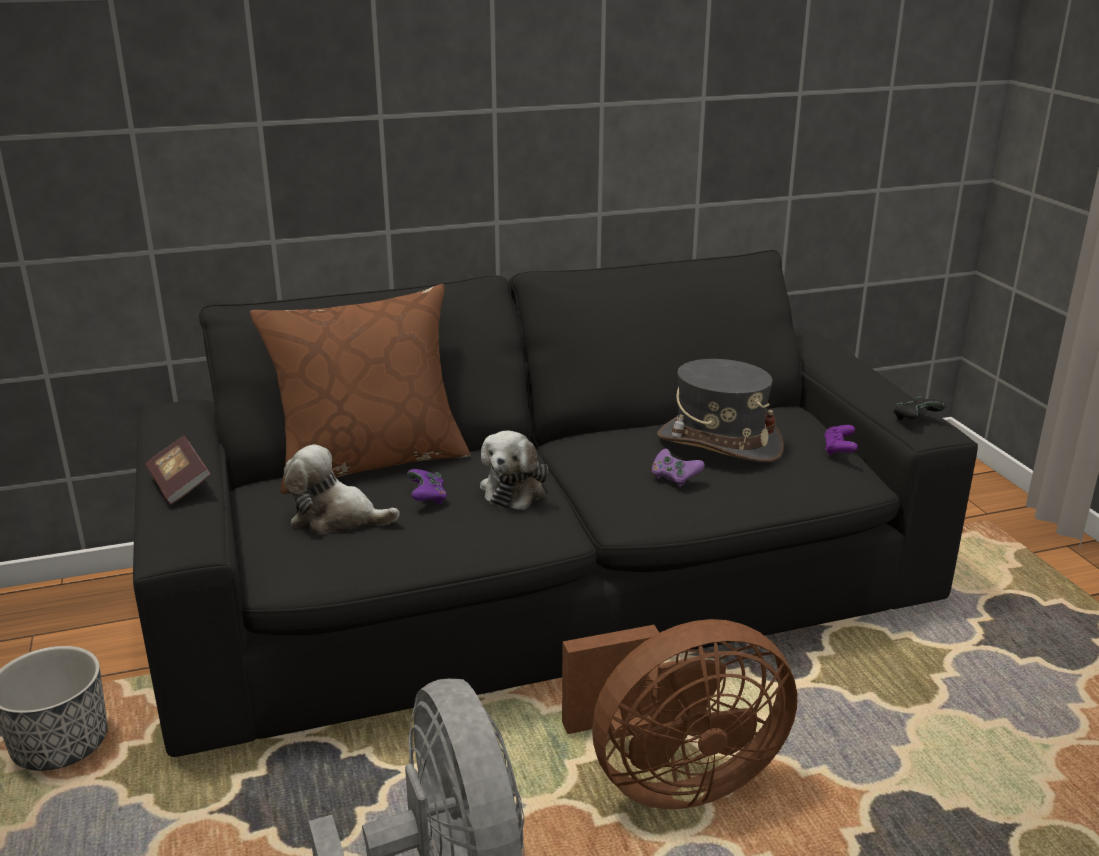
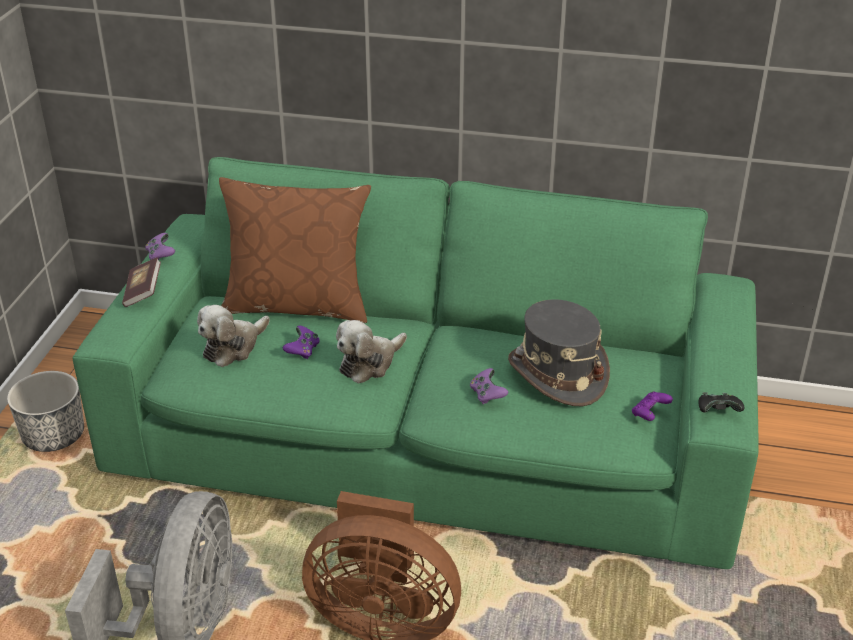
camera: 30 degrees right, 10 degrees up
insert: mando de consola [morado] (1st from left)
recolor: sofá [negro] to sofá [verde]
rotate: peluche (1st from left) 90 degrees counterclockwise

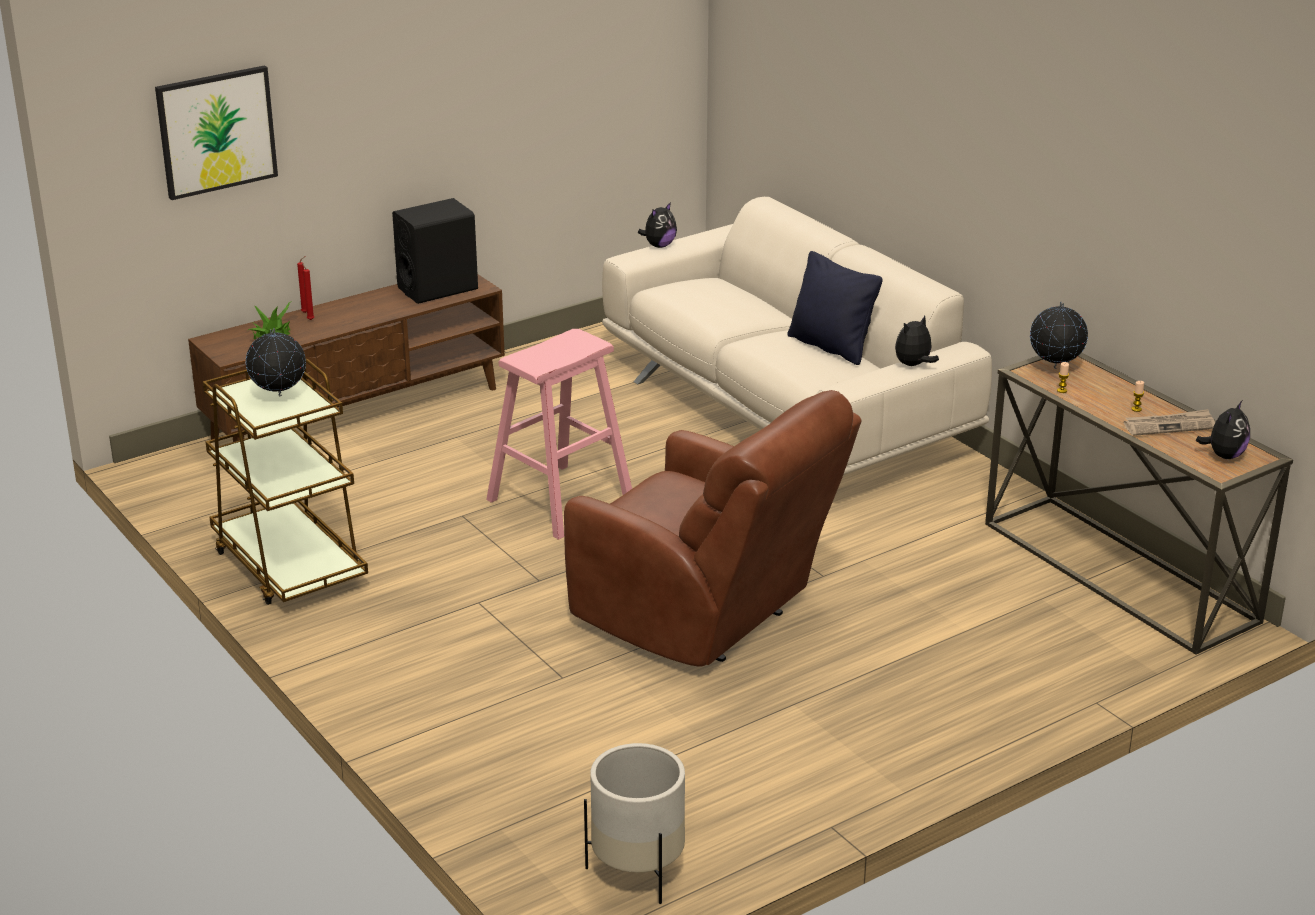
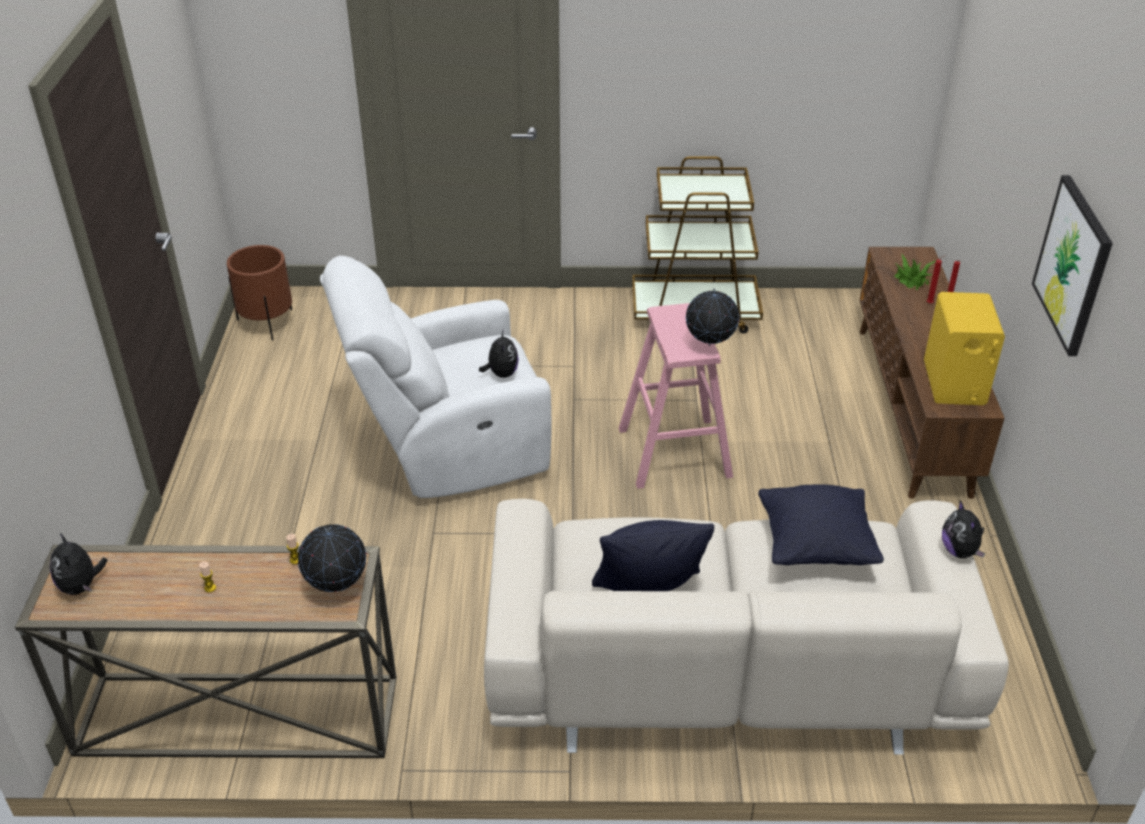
camera: 125 degrees right, 10 degrees up
delete: periódico
insert: cojín [negro] (2nd from left)
move: cuadro; globo terráqueo (1st from left in the first image) to globo terráqueo (2nd from left); peluche (2nd from left)
recolor: altavoz [negro] to altavoz [amarillo]; sillón [marrón] to sillón [blanco]; maceta [blanco] to maceta [marrón]

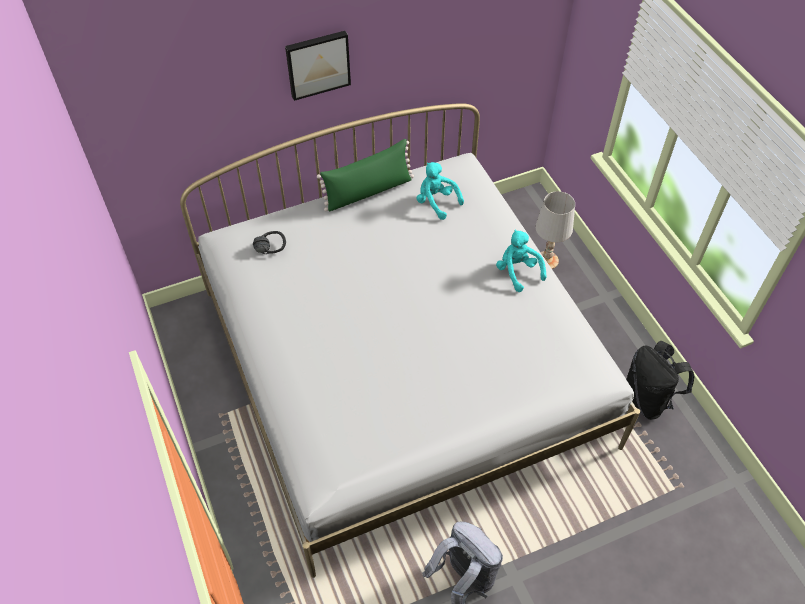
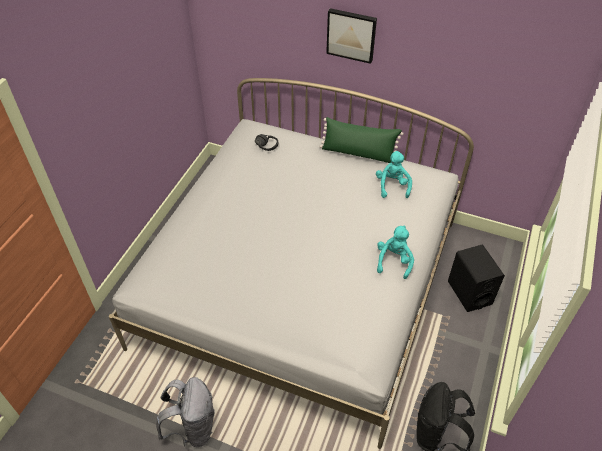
camera: 45 degrees right, 5 degrees down
replace: lámpara de mesa [blanco] to altavoz [negro]

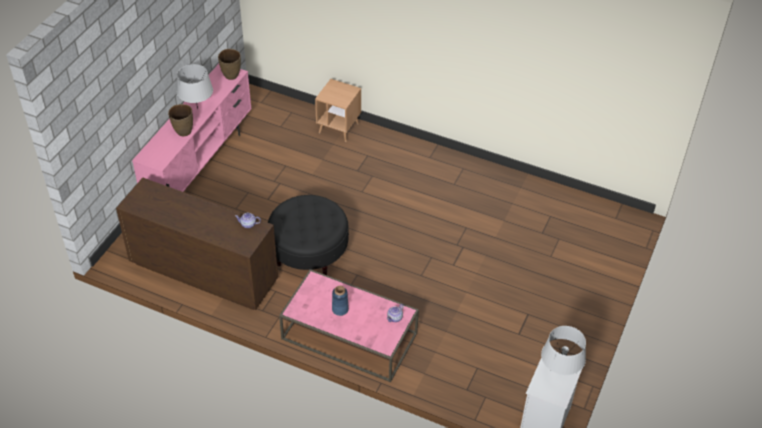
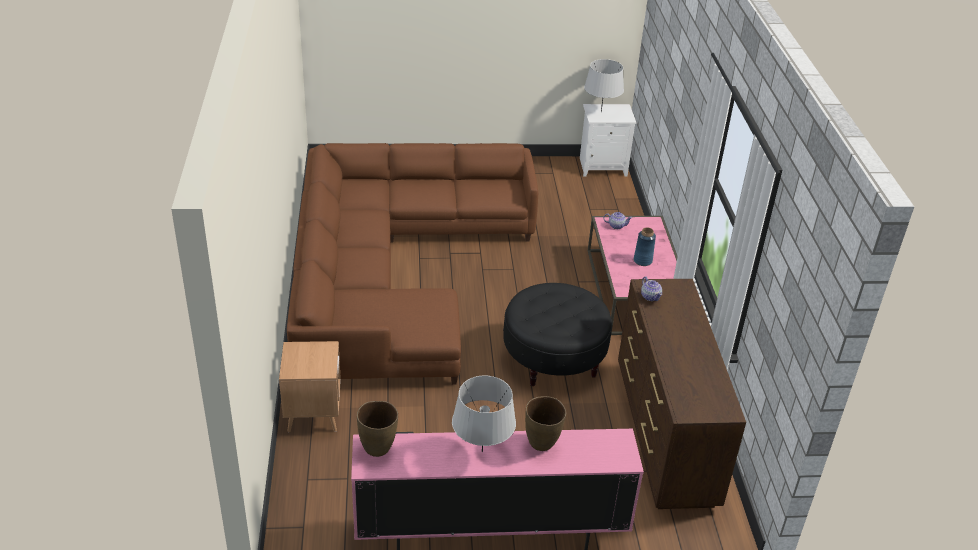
camera: 120 degrees left, 10 degrees down
insert: sofá [marrón]

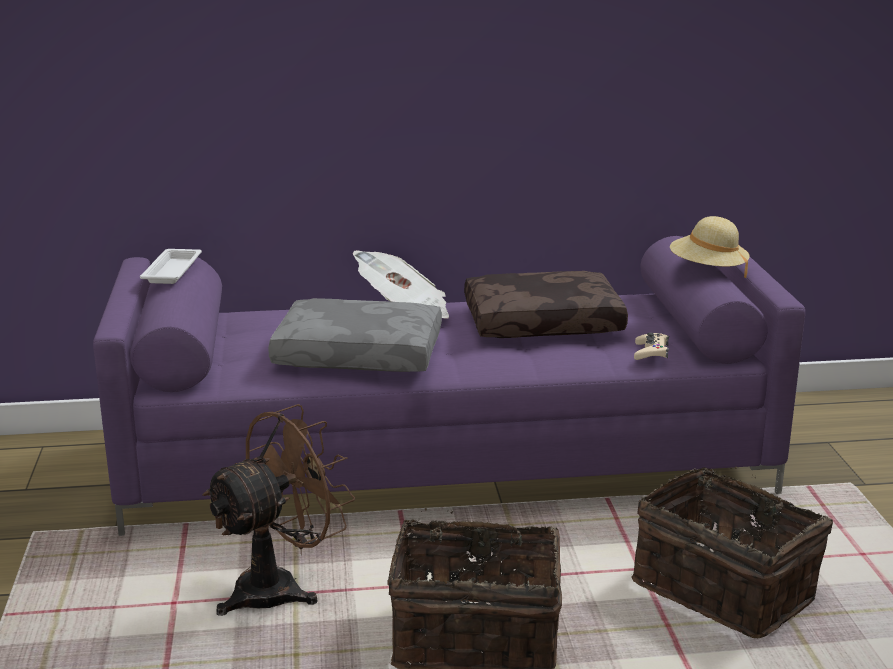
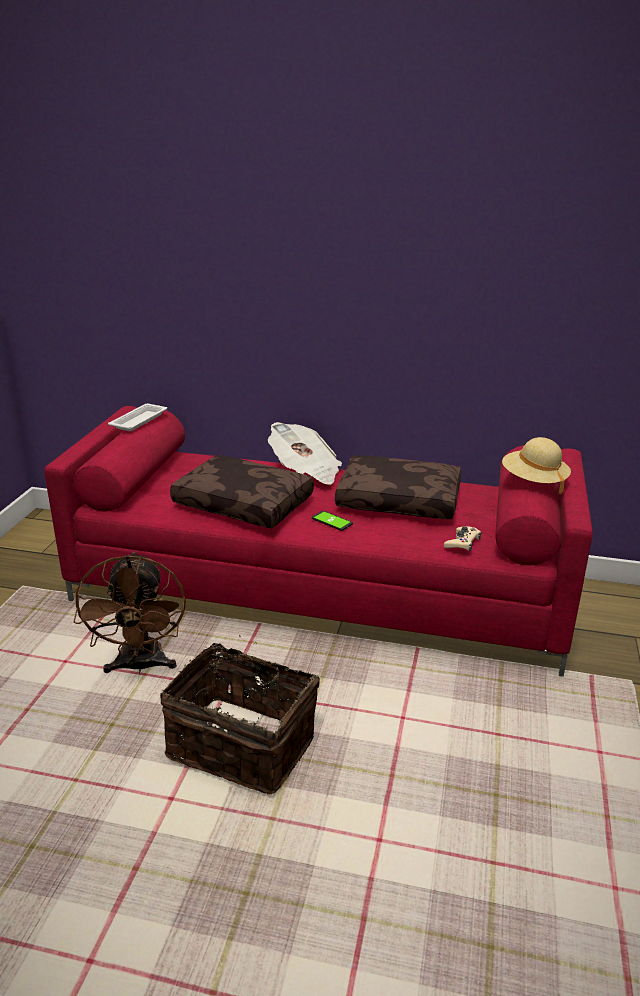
camera: 20 degrees right, 5 degrees up
delete: cesta (2nd from left)
insert: móvil
recolor: sofá [morado] to sofá [rojo]; cojín [gris] to cojín [marrón] (1st from left)
rotate: ventilador [marrón] 105 degrees clockwise

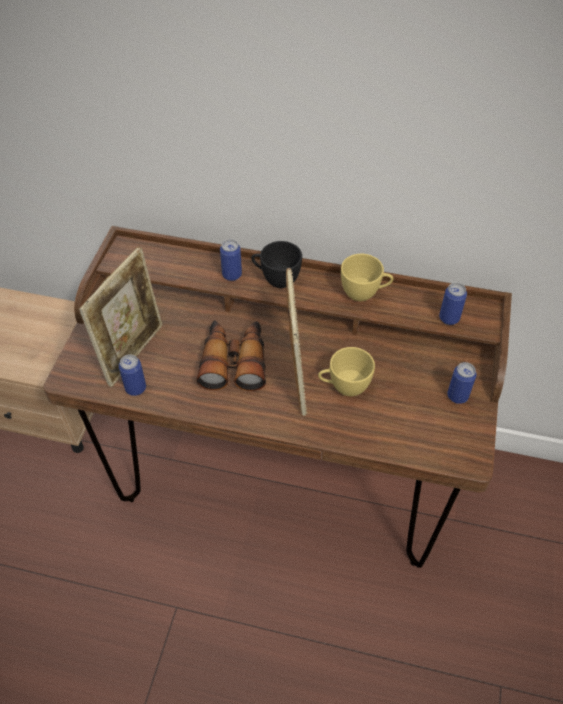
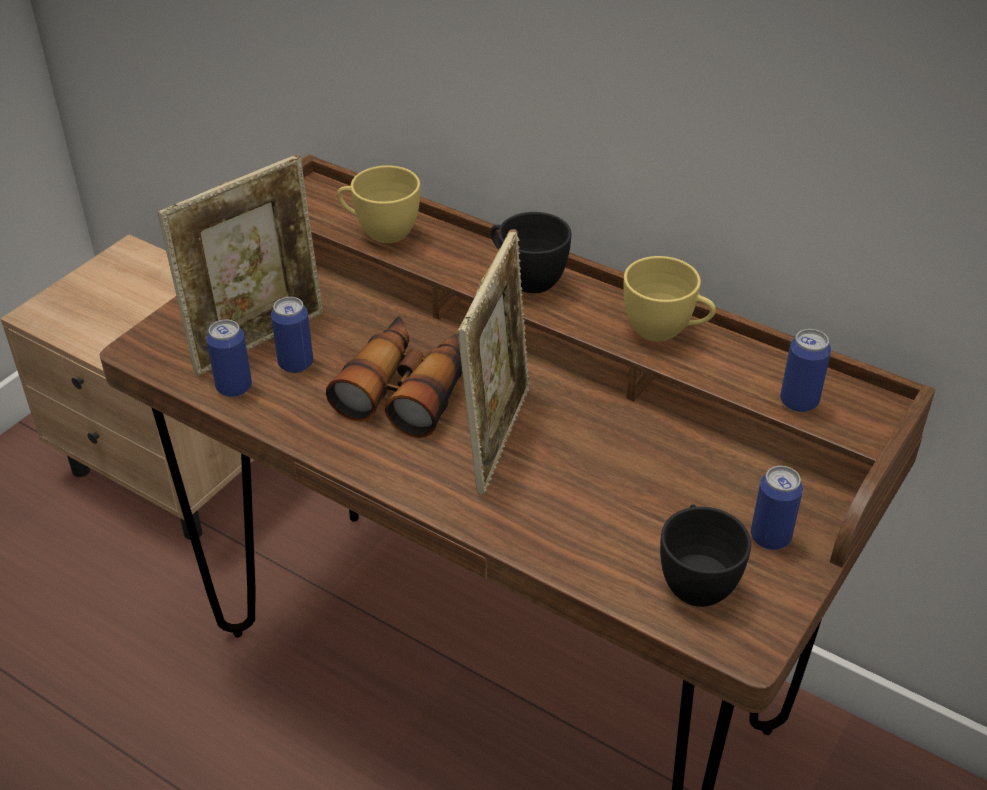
camera: 20 degrees right, 10 degrees down
insert: taza [negro] (2nd from left)
move: lata (2nd from left); taza [amarillo] (1st from left)

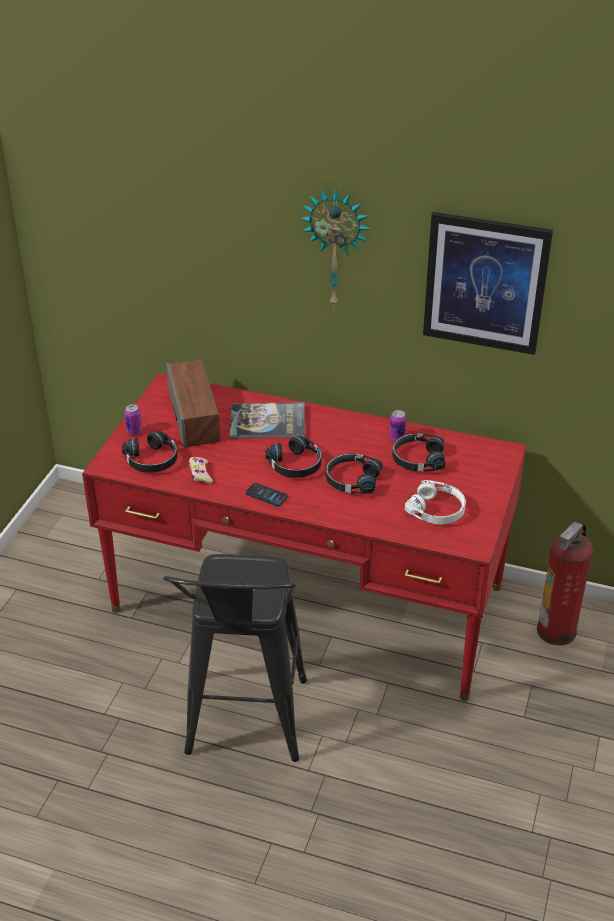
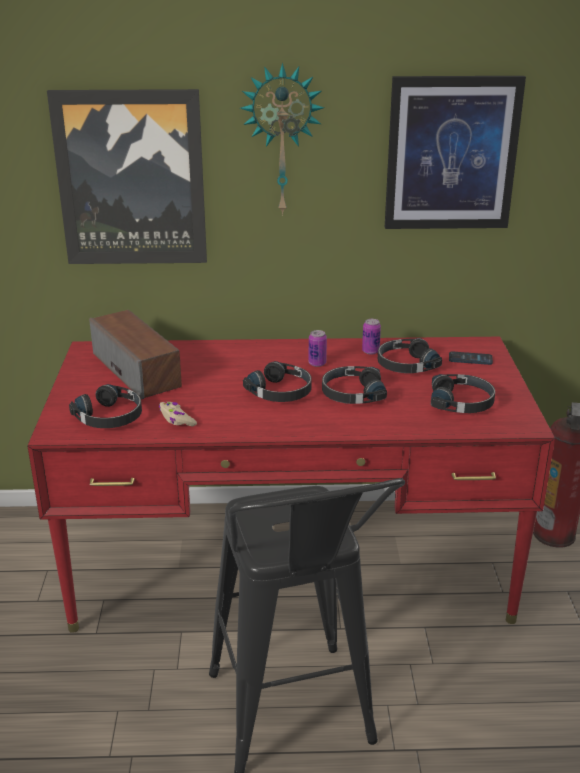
camera: 20 degrees left, 10 degrees down
delete: libro
insert: cuadro (1st from left)
move: lata (1st from left); móvil
recolor: auriculares [blanco] to auriculares [negro] (5th from left)

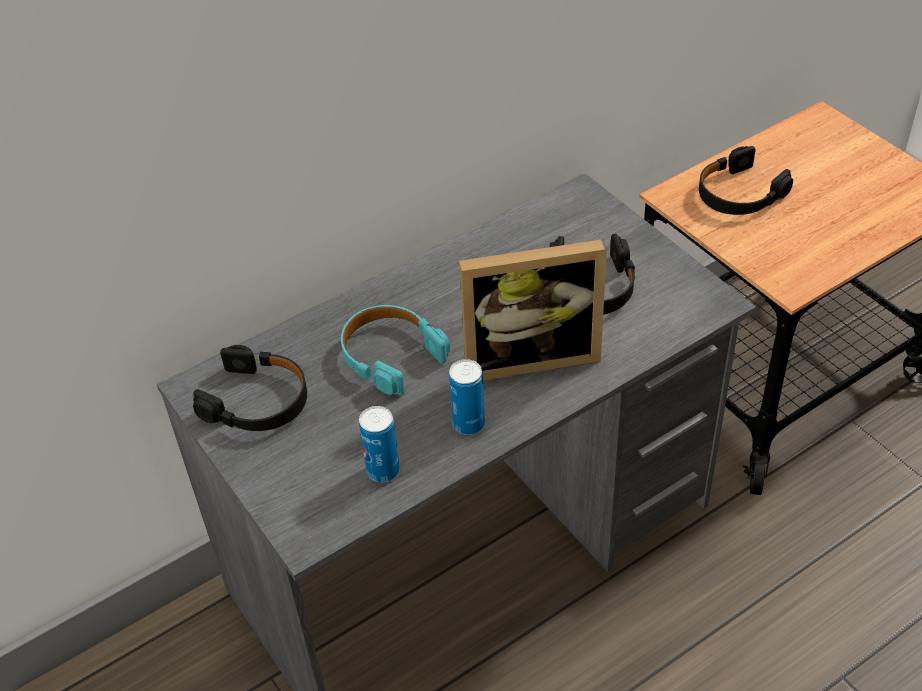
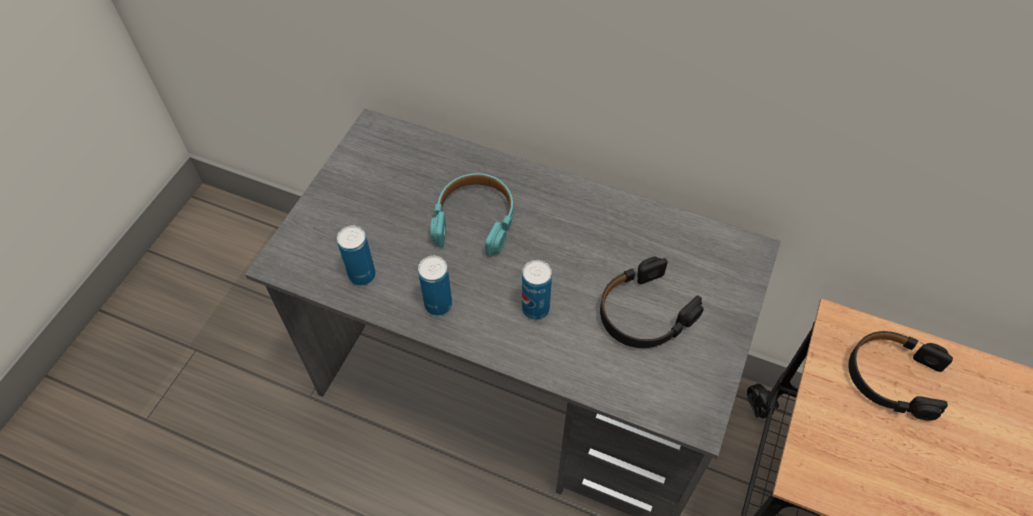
camera: 55 degrees right, 10 degrees up
delete: auriculares [negro] (1st from left)
replace: portarretratos to lata (3rd from left)

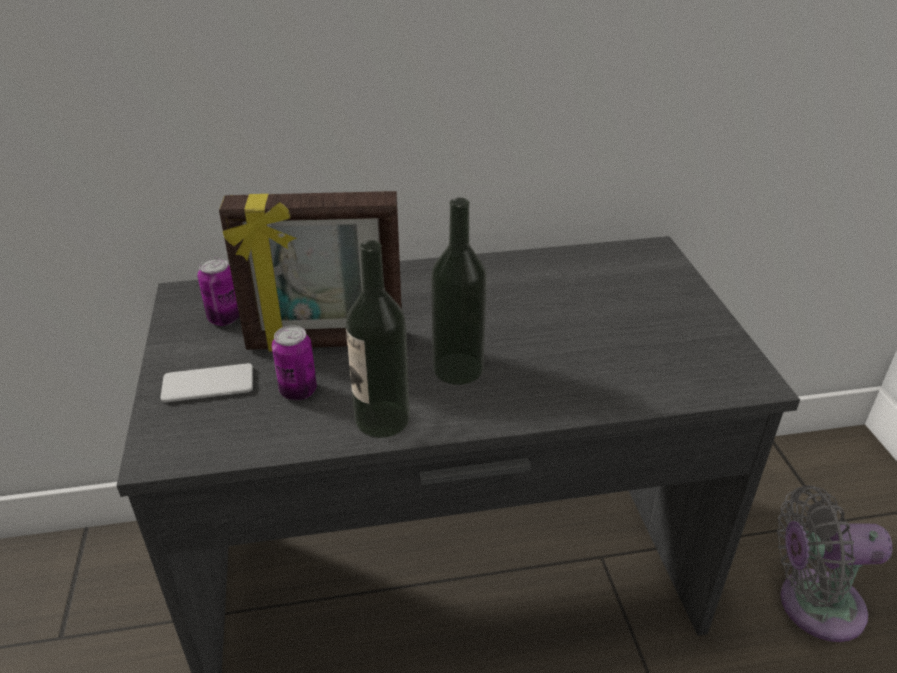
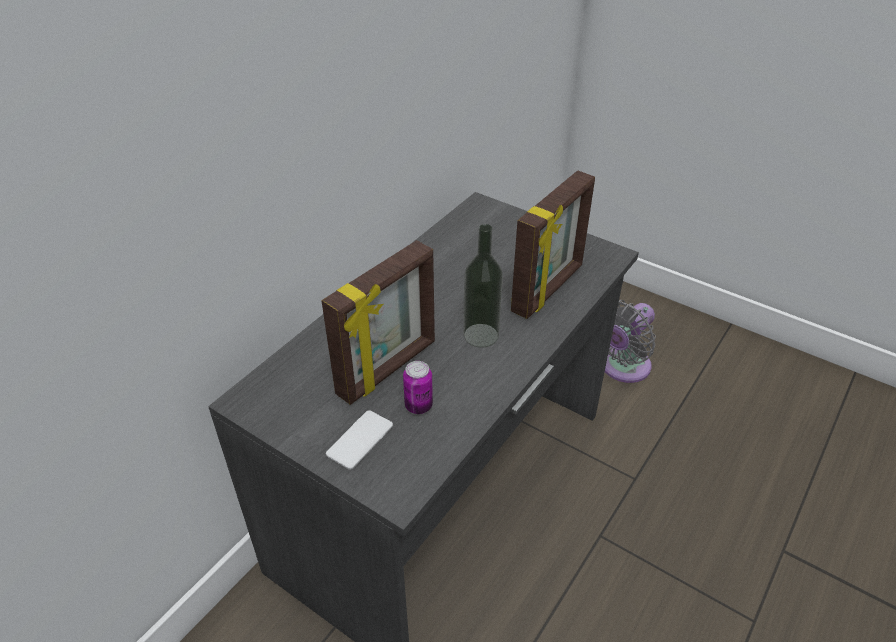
camera: 45 degrees left, 5 degrees up
delete: lata (1st from left); botella (1st from left)
insert: portarretratos (2nd from left)

